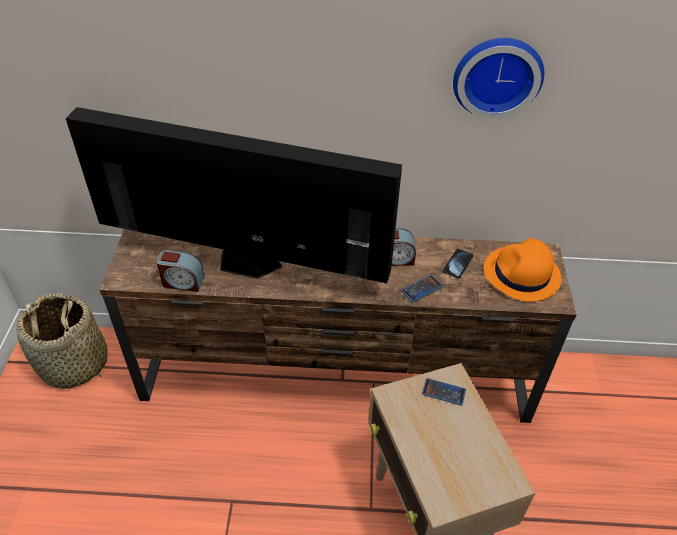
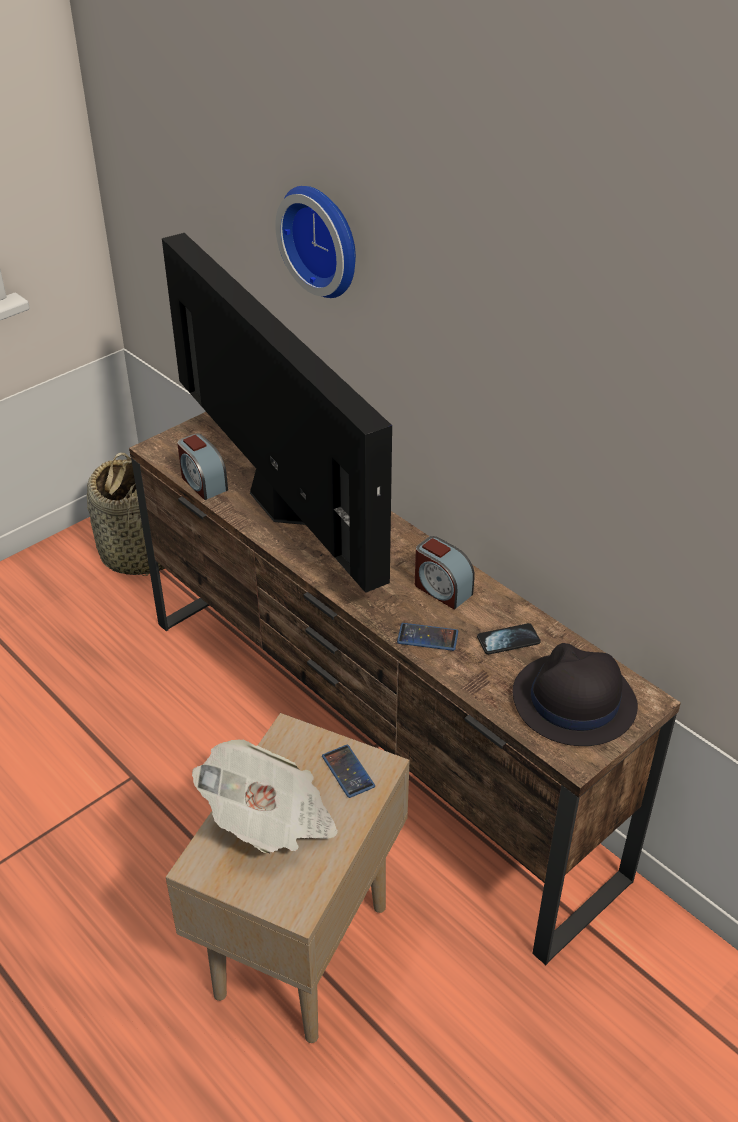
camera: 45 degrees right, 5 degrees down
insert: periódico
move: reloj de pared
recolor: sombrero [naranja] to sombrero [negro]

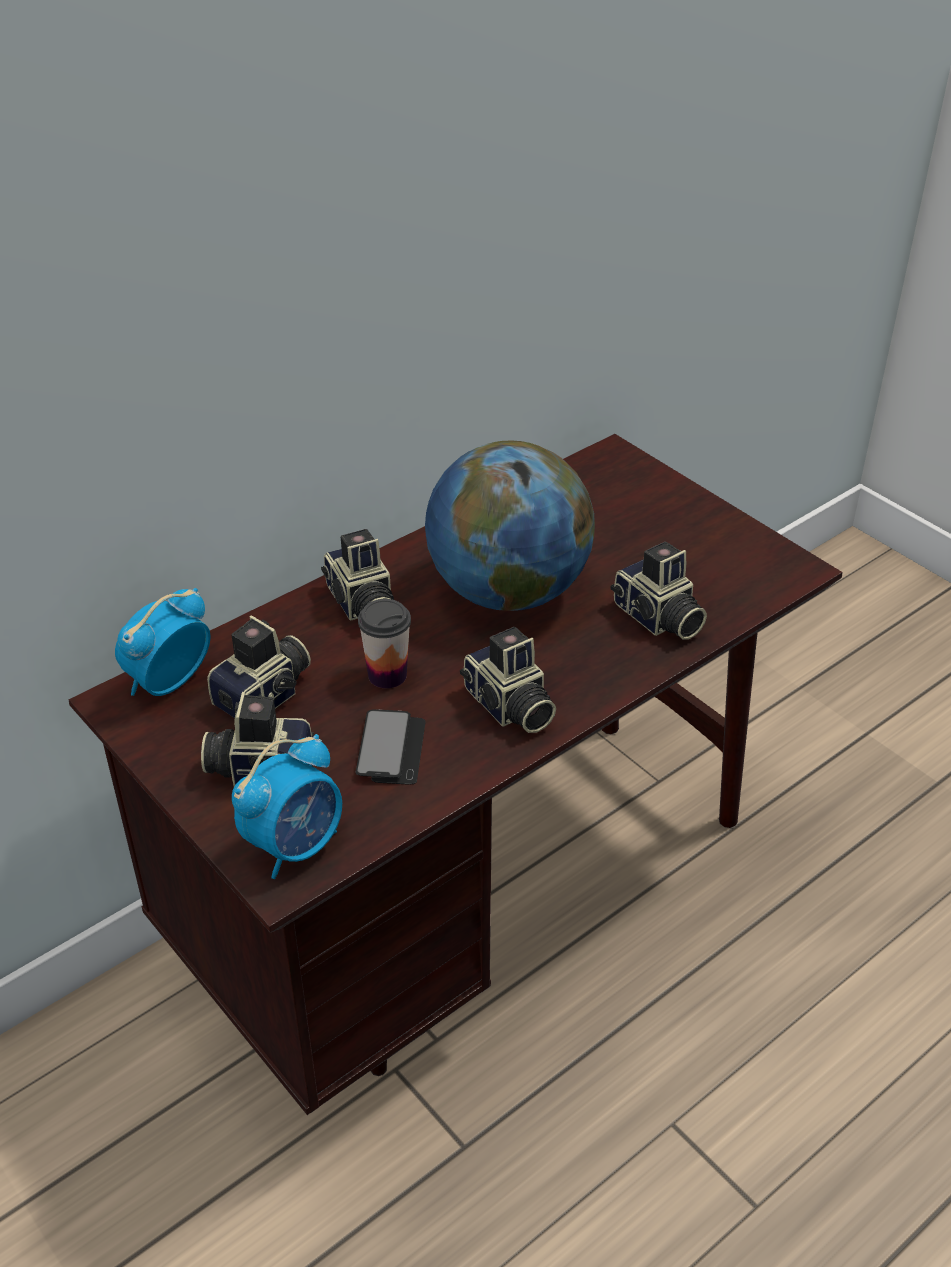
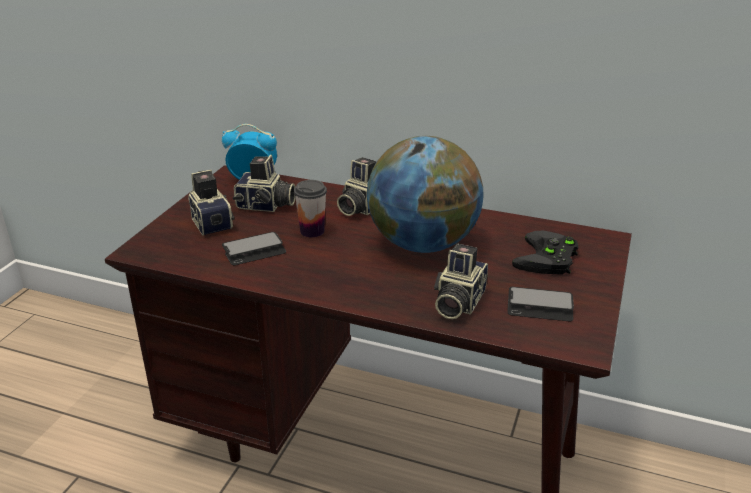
camera: 60 degrees right, 10 degrees down
delete: despertador (2nd from left); cámara (4th from left)
insert: móvil (2nd from left); mando de consola [negro]

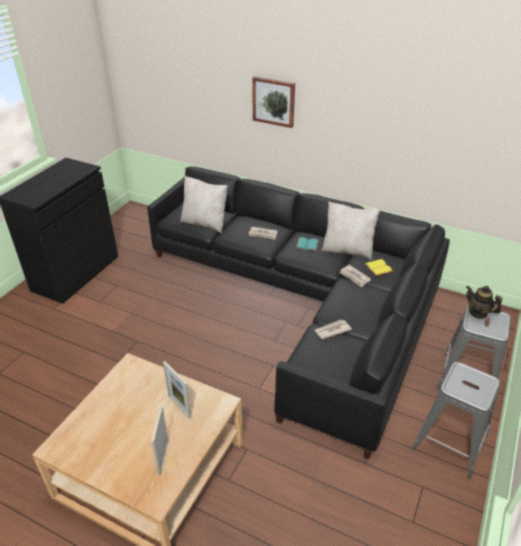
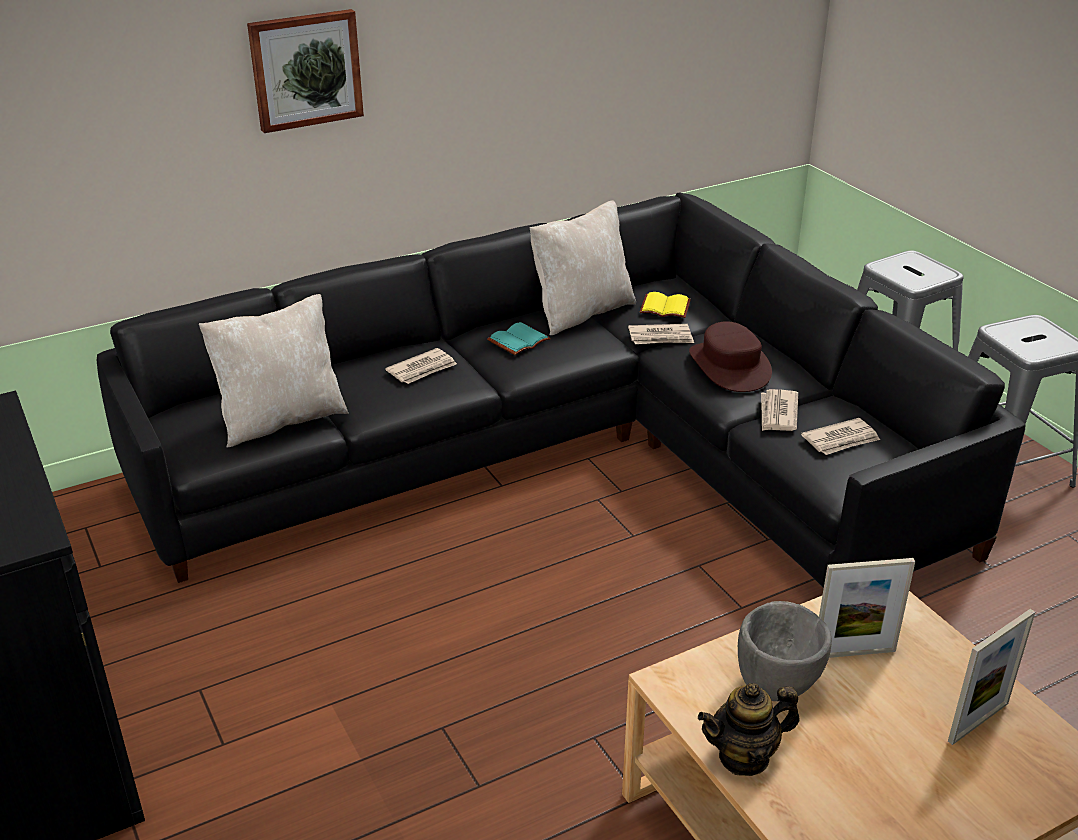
camera: 55 degrees left, 5 degrees down
insert: sombrero [marrón]; cuenco [gris]; periódico (4th from left)
move: tetera
rotate: portarretratos (1st from left in the first image) 75 degrees counterclockwise

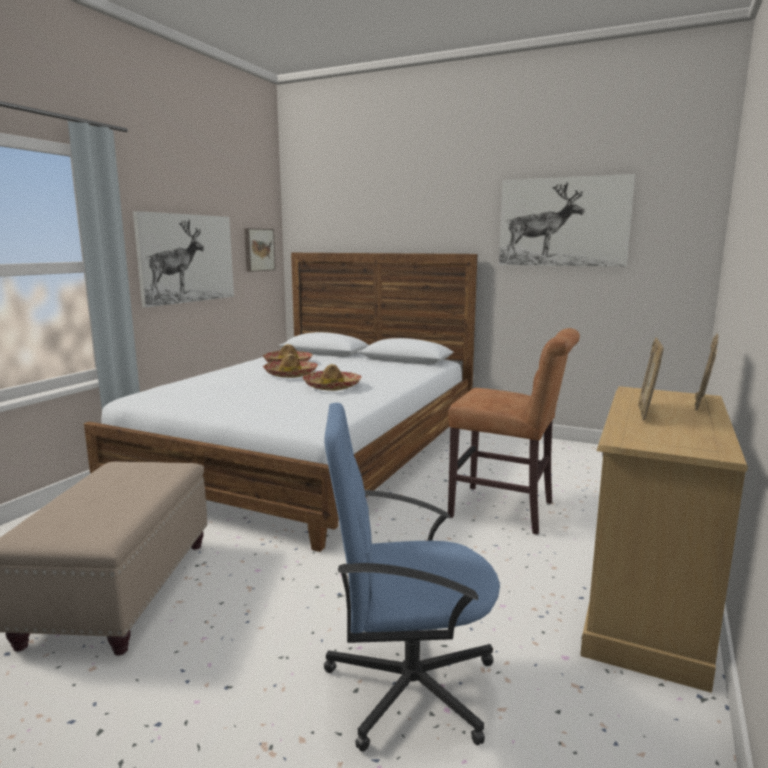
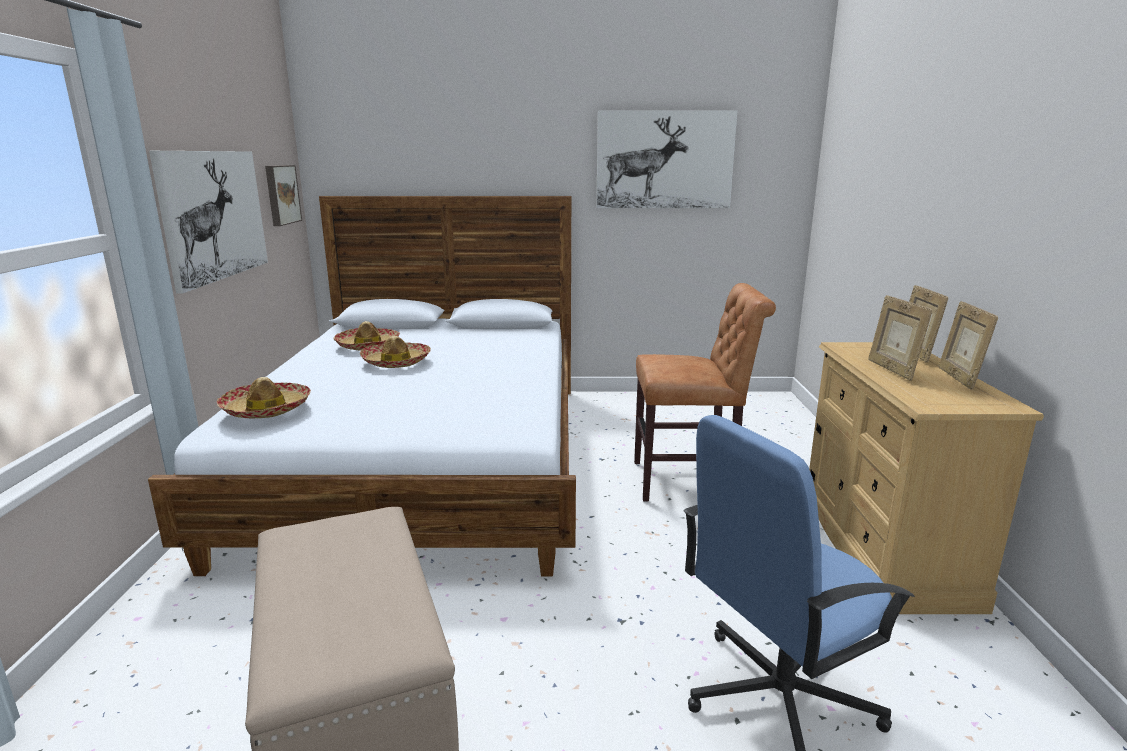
camera: 25 degrees left, 5 degrees up
insert: portarretratos (3rd from left)
move: sombrero (3rd from left in the first image) to sombrero (1st from left)

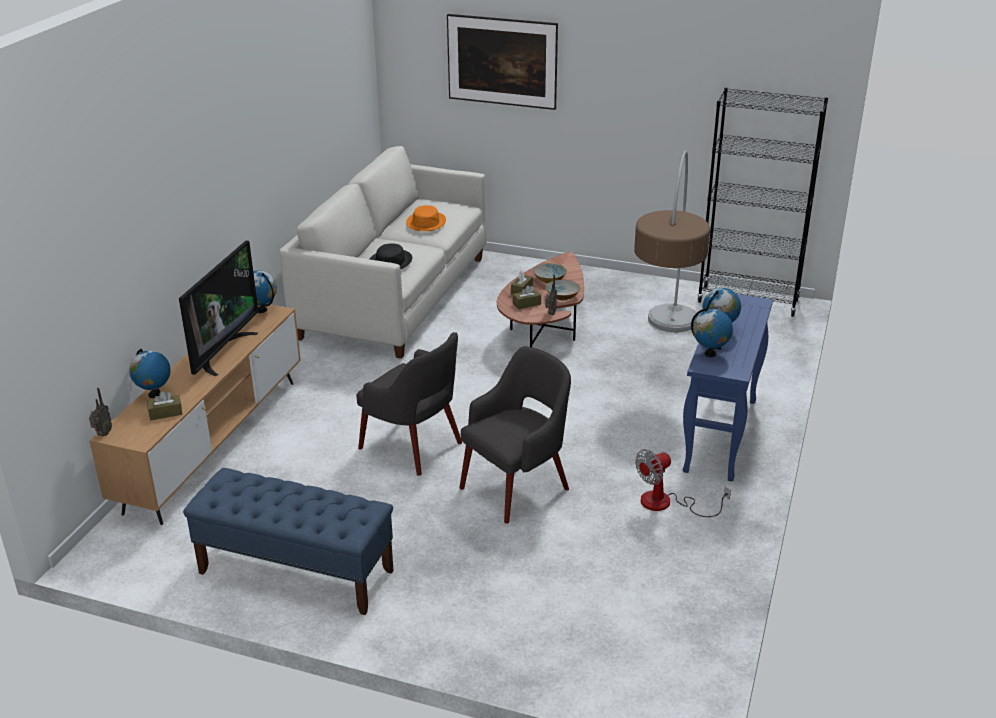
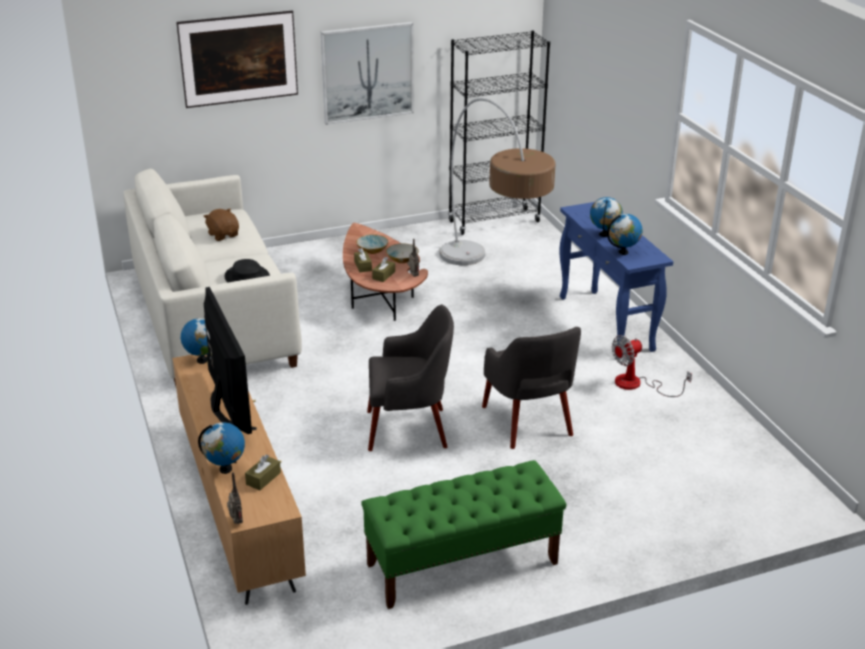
camera: 40 degrees left, 0 degrees up
insert: cuadro (2nd from left)
replace: sombrero [naranja] to peluche [marrón]
recolor: banco [azul] to banco [verde]
rotate: sillón [gris] (2nd from left) 150 degrees clockwise; ventilador 45 degrees clockwise

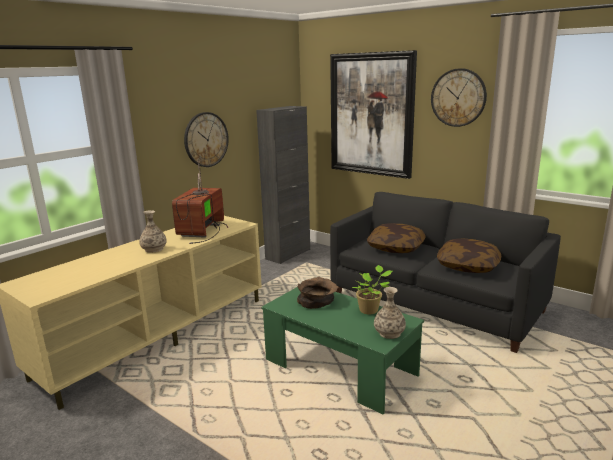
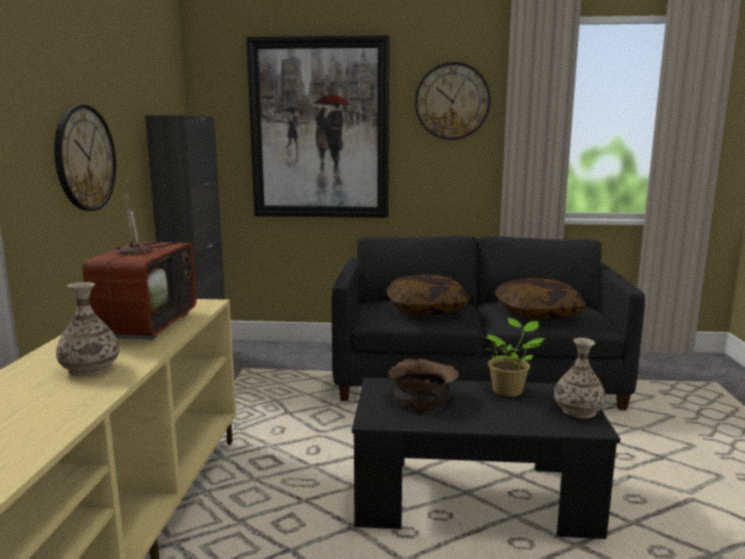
camera: 35 degrees left, 5 degrees down
recolor: mesa de centro [verde] to mesa de centro [negro]
rotate: televisor 150 degrees counterclockwise

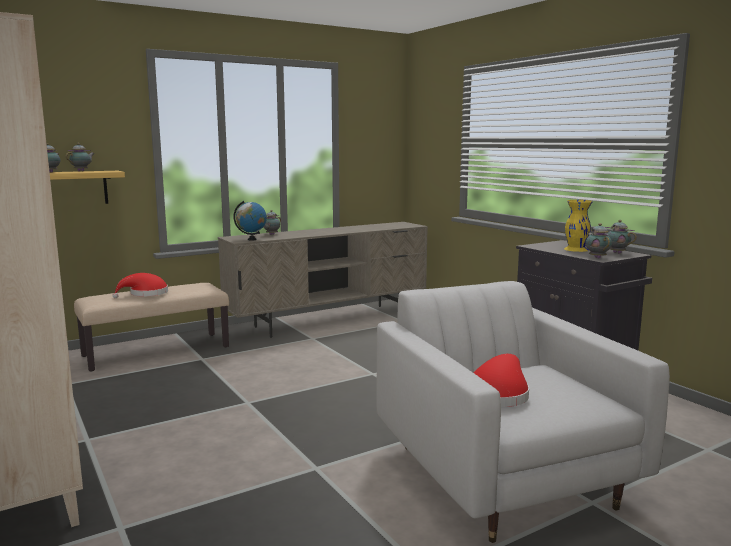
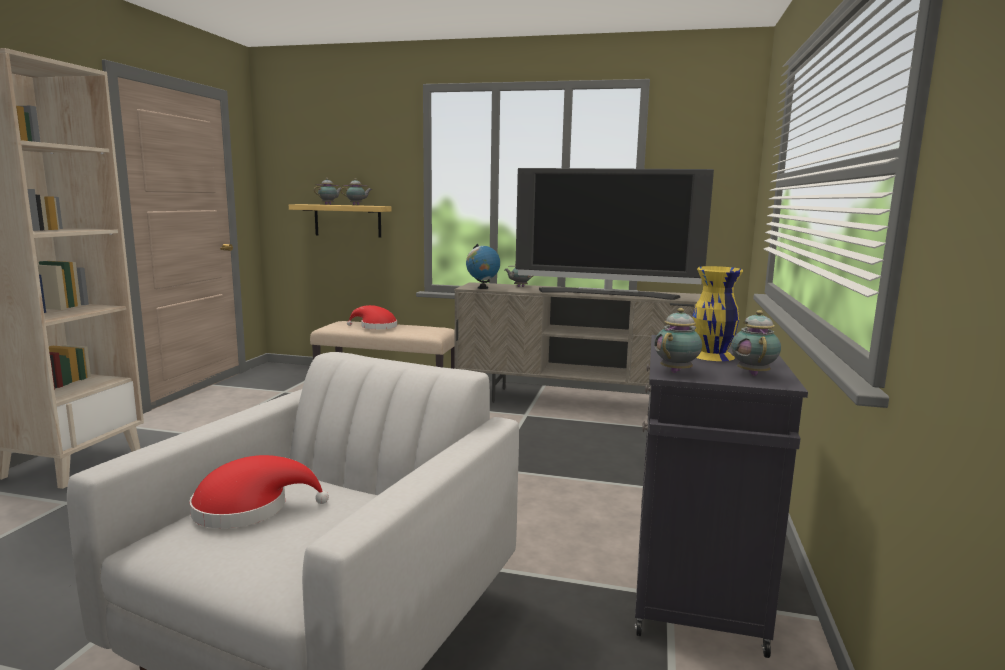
camera: 45 degrees right, 0 degrees up
insert: televisor

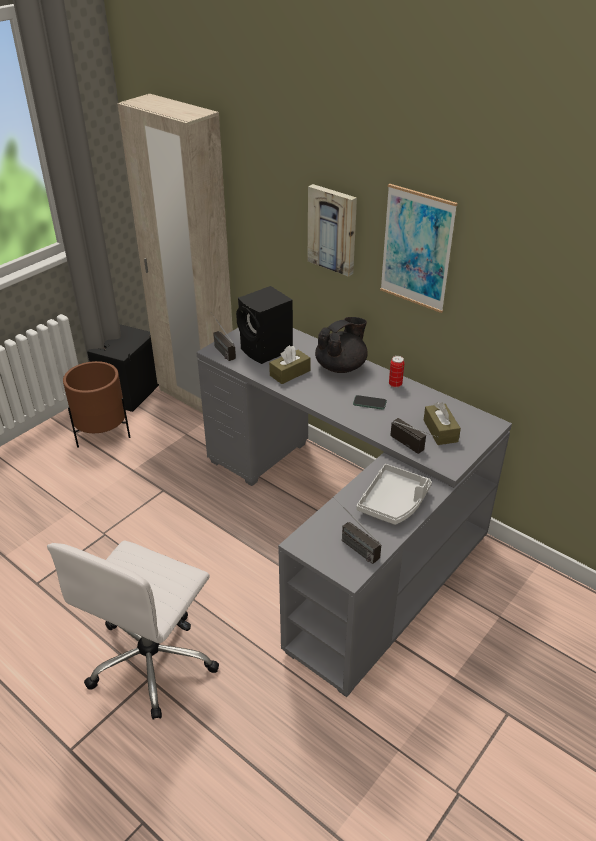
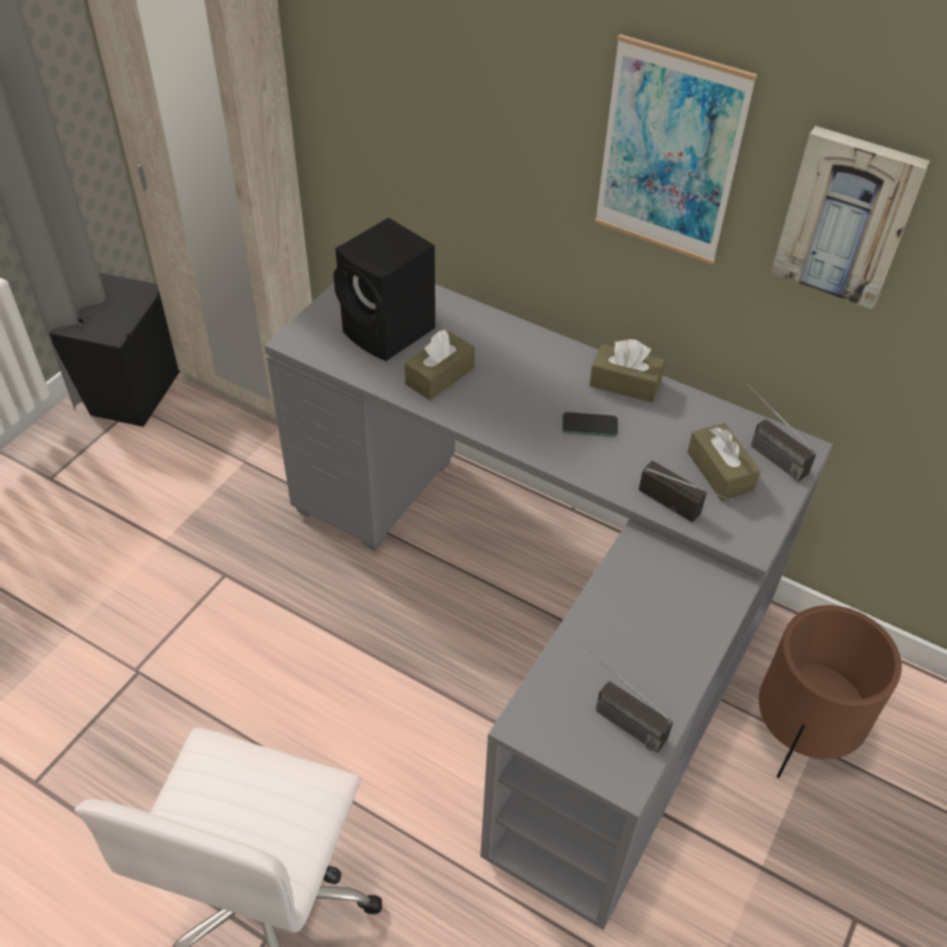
camera: 10 degrees left, 10 degrees up
delete: tetera [negro]; bandeja [gris]
move: maceta [marrón]; radio (1st from left in the first image) to radio (3rd from left); cuadro (1st from left in the first image) to cuadro (2nd from left)
replace: lata to caja de pañuelos [marrón] (2nd from left)

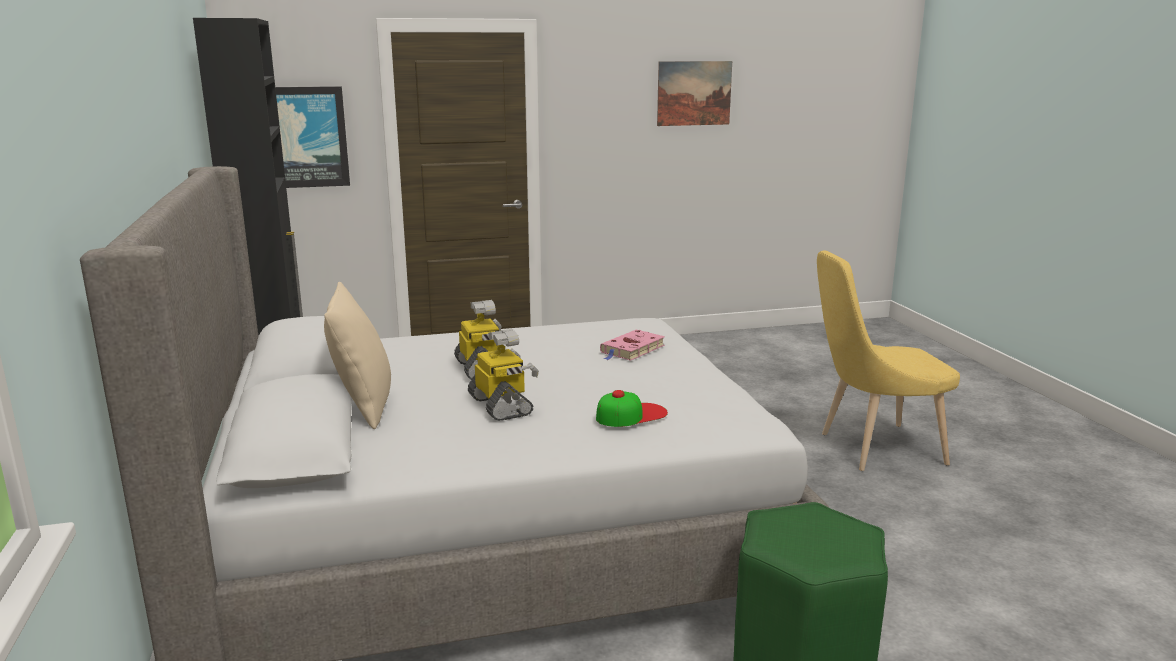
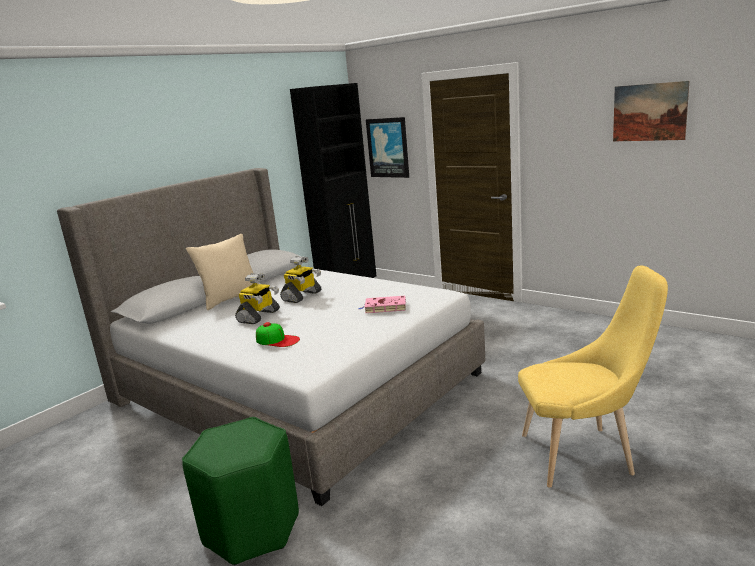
camera: 55 degrees right, 0 degrees up
rotate: silla [amarillo] 135 degrees clockwise

